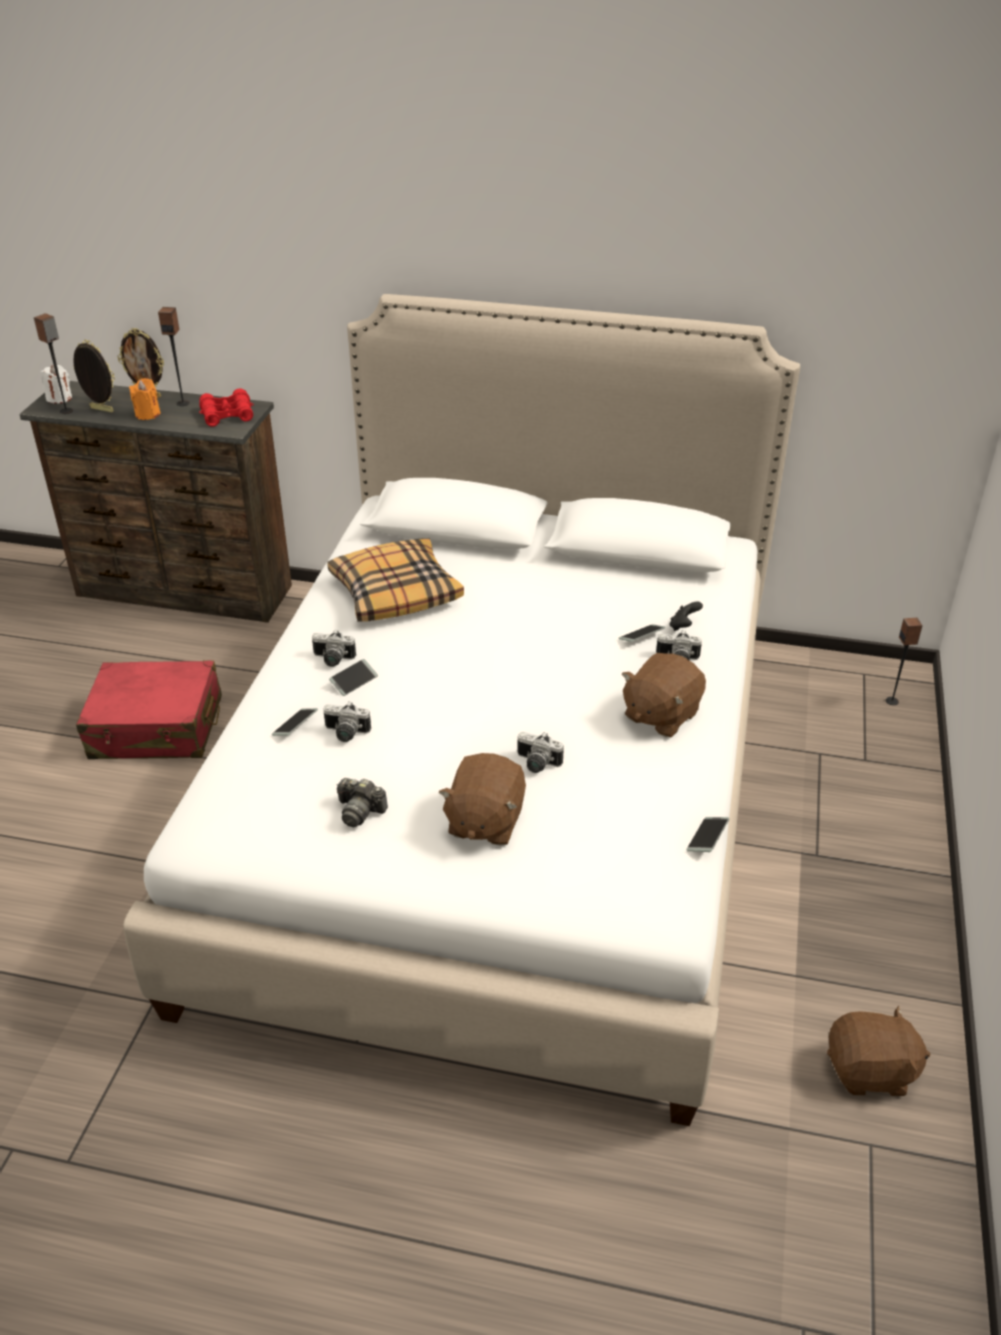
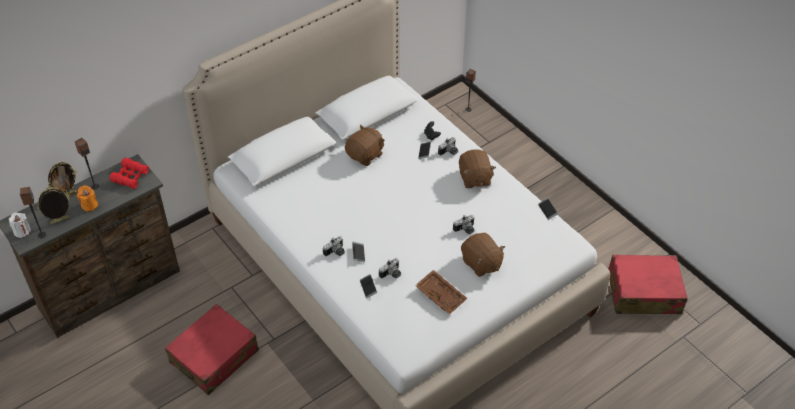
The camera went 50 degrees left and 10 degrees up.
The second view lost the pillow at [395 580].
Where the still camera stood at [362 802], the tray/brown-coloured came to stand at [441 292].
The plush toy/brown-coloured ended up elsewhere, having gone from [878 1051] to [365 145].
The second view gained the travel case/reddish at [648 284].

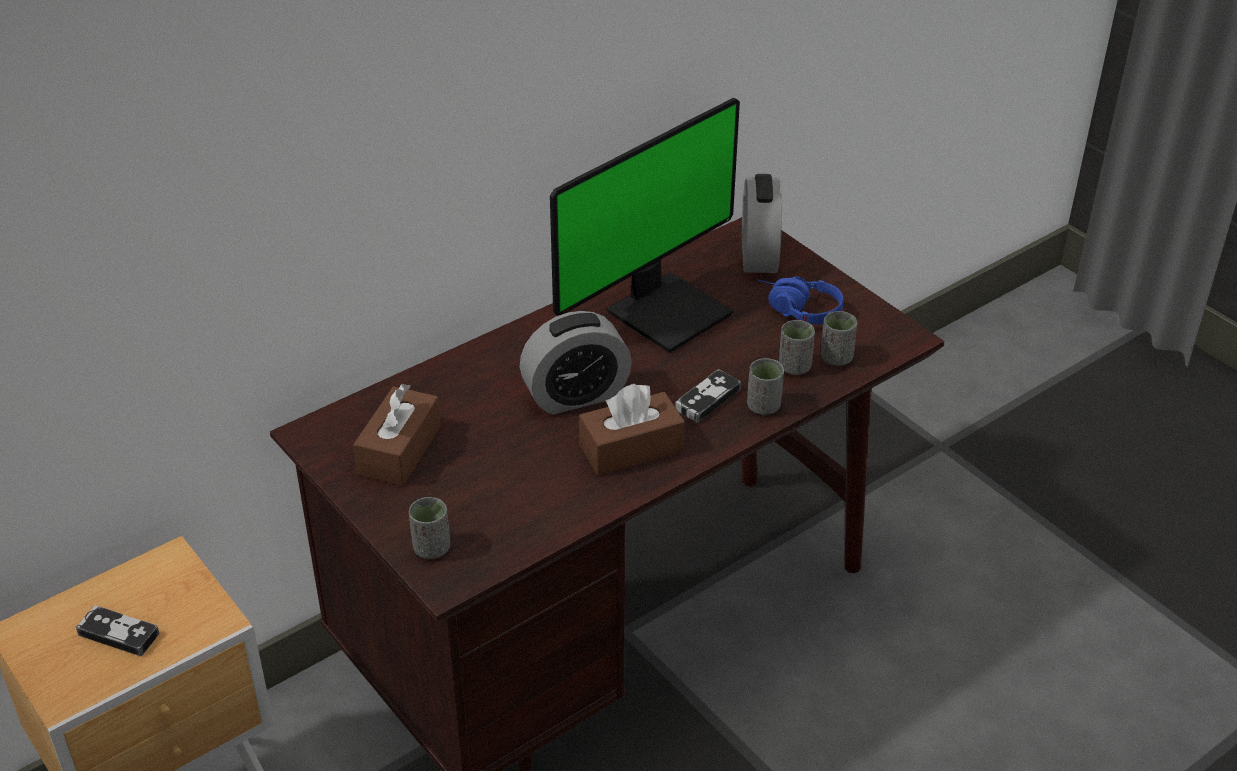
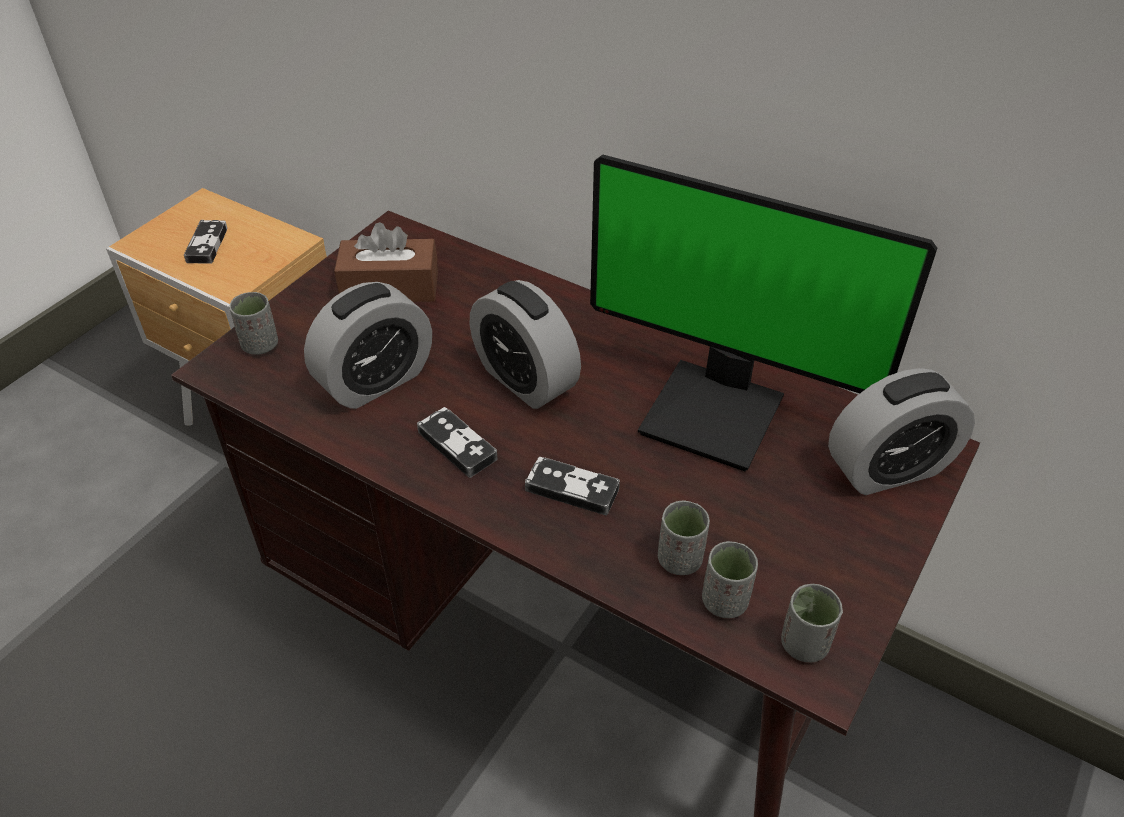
The camera went 70 degrees right and 5 degrees up.
The second view lost the headset/blue-coloured at [800 301].
The drinking cup/grey ended up elsewhere, having gone from [765 386] to [812 623].
Where the tissue box/brown-coloured stood at [632 429], the joypad came to stand at [457 442].
The second view gained the table clock at [368 345].

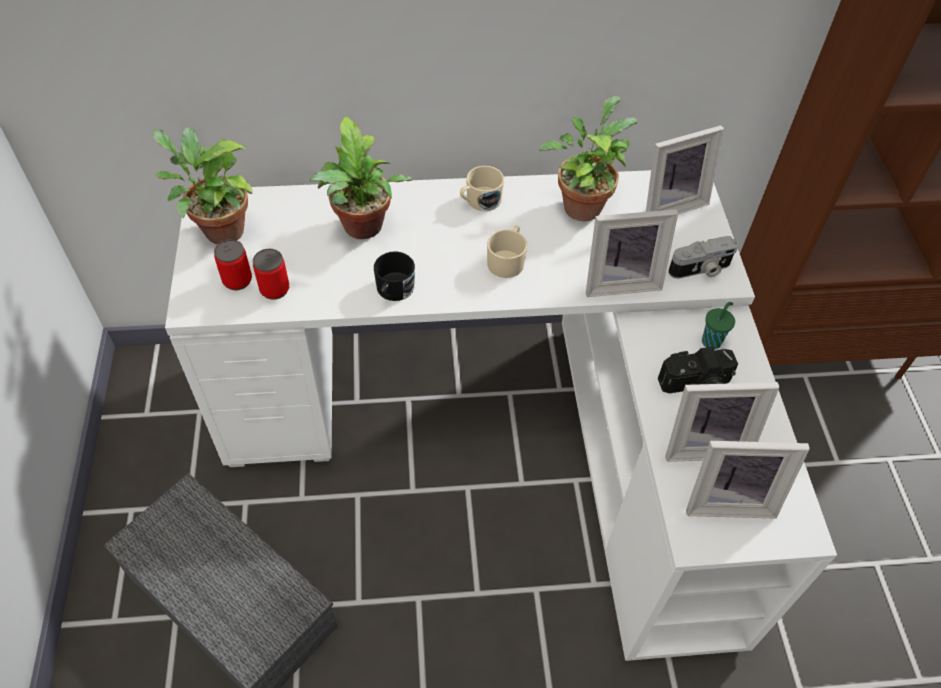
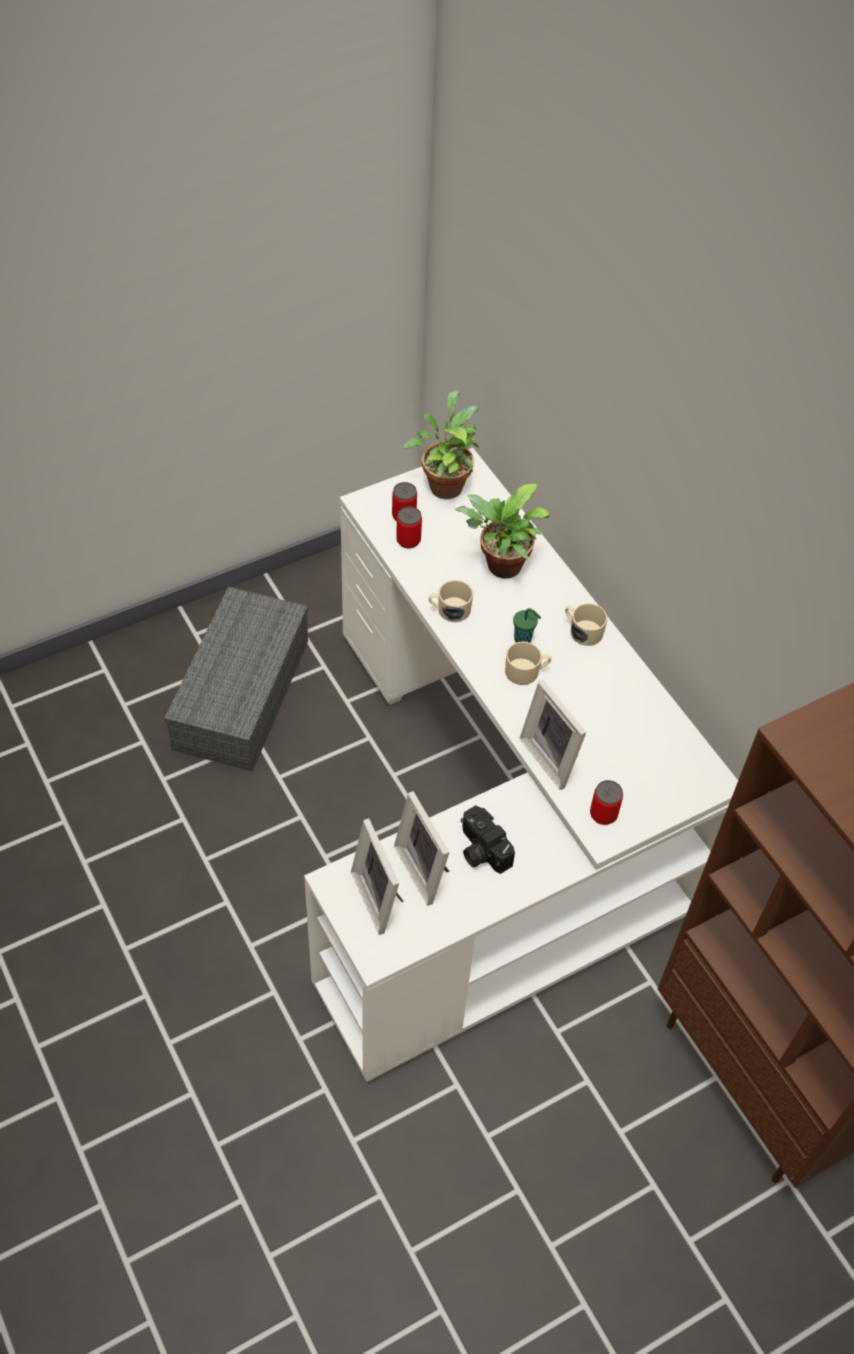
The camera went 65 degrees right and 0 degrees up.
The second view lost the plant in a pot at [588 158].
The second view lost the photo frame at [685 169].
Where the still camera stood at [703 257], the metal can came to stand at [606 802].
What was the tea mug/black-coloured at [394 276] turned into the tea mug/sand-coloured at [451 601].
The drinking cup/green ended up elsewhere, having gone from [718 326] to [527 625].

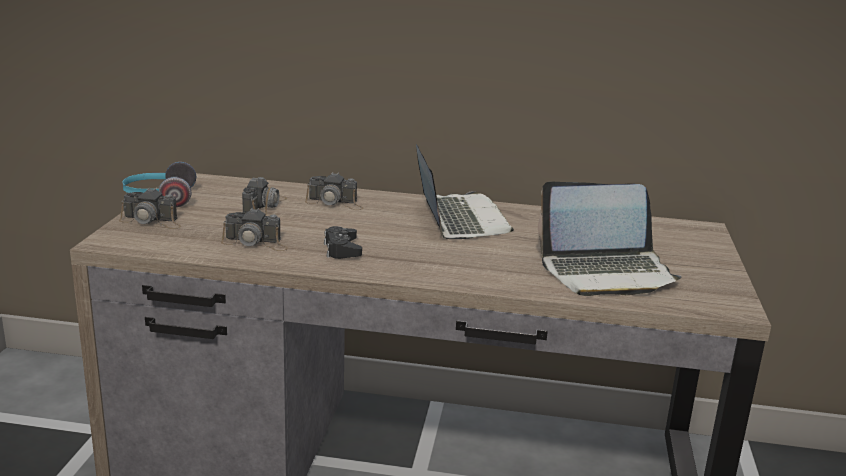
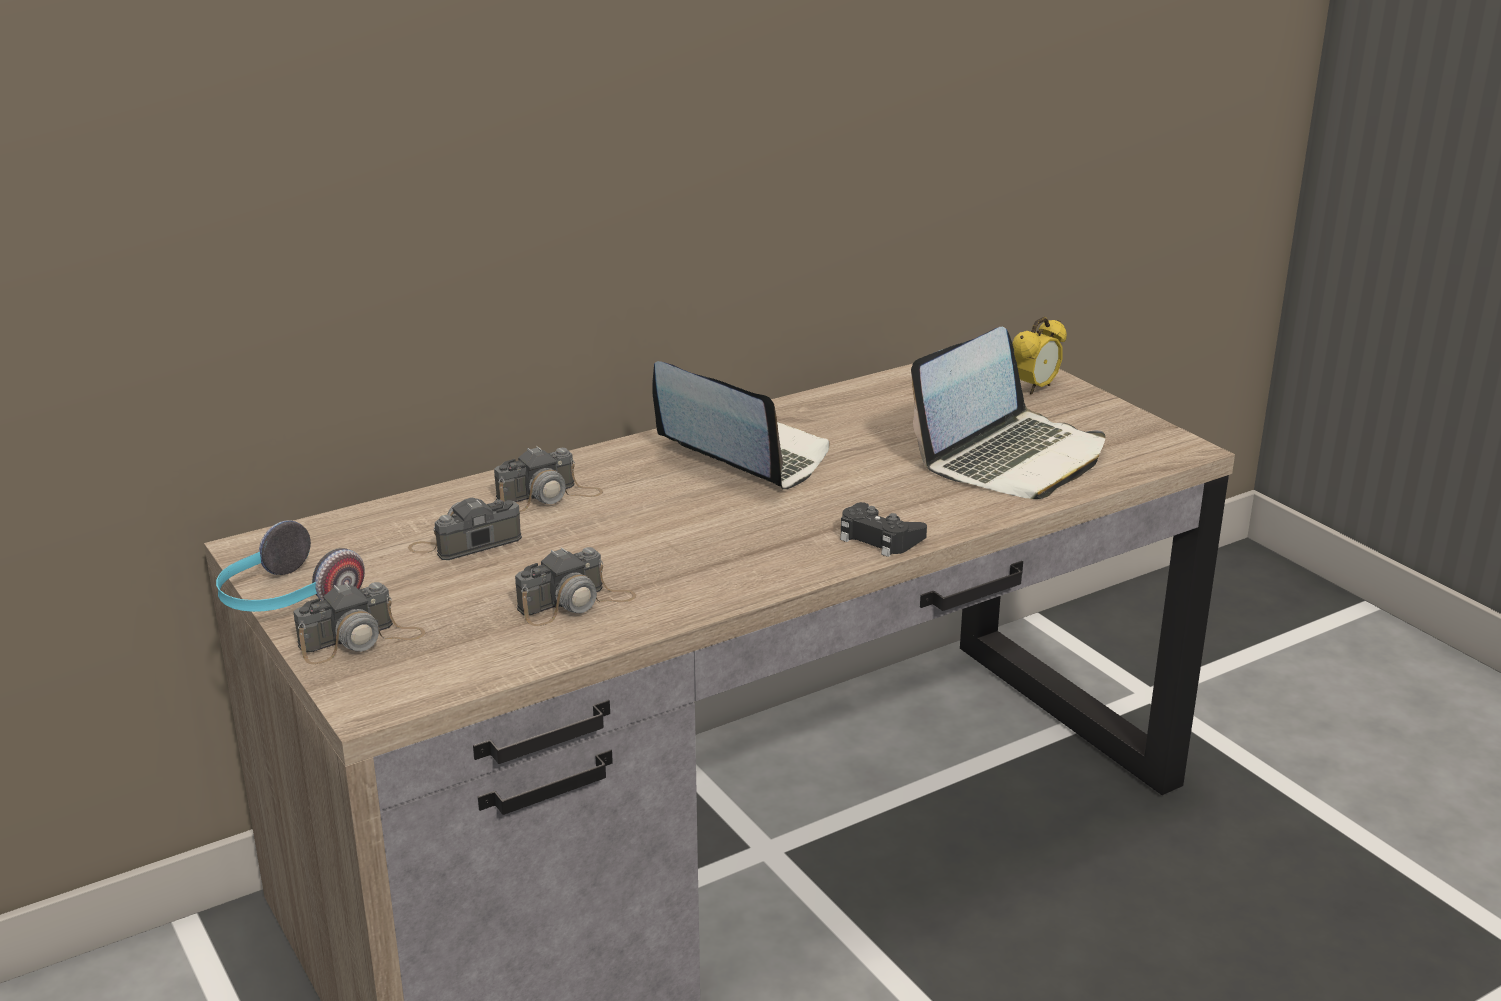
The camera went 40 degrees left and 5 degrees up.
The still camera at [264 196] ended up facing another way, 90 degrees counterclockwise from before.
The joypad/black-coloured ended up elsewhere, having gone from [343 242] to [883 529].
The second view gained the table clock at [1039 355].

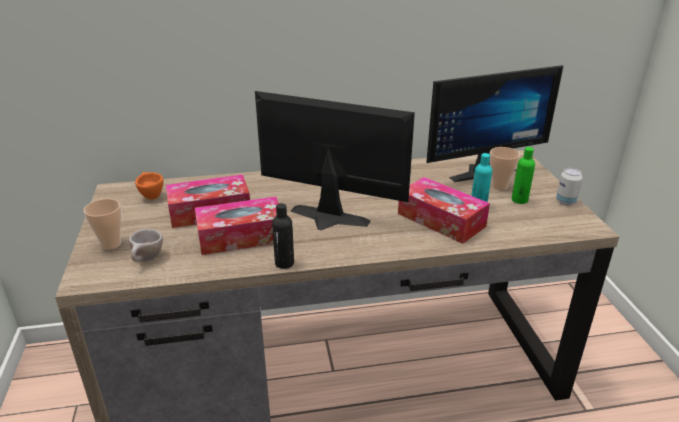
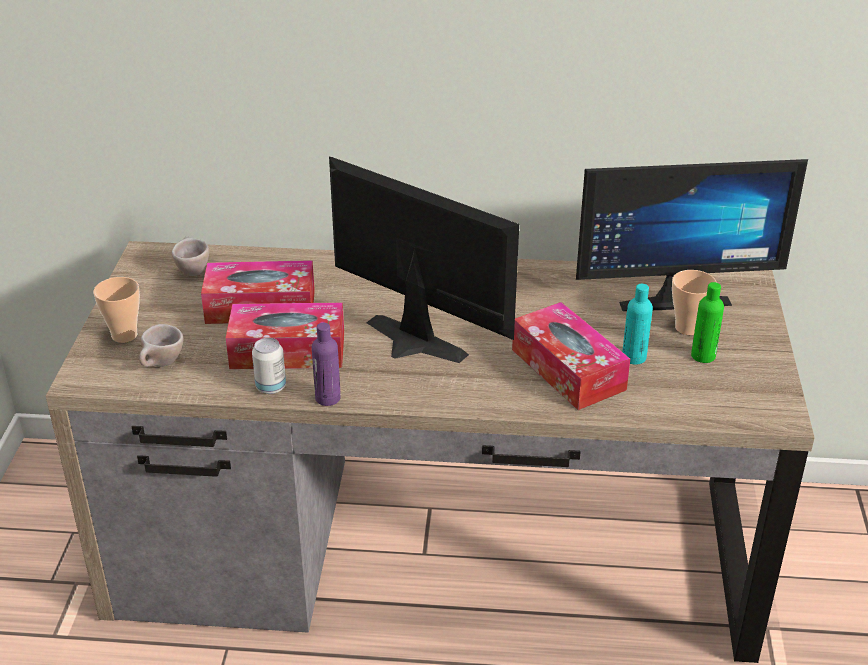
The camera went 15 degrees right and 5 degrees up.
The metal can ended up elsewhere, having gone from [569 186] to [269 366].
What was the drinking cup/orangey at [149 186] turned into the drinking cup/sand-coloured at [190 256].
What was the drink bottle/black-coloured at [283 236] turned into the drink bottle/purplish at [326 364].

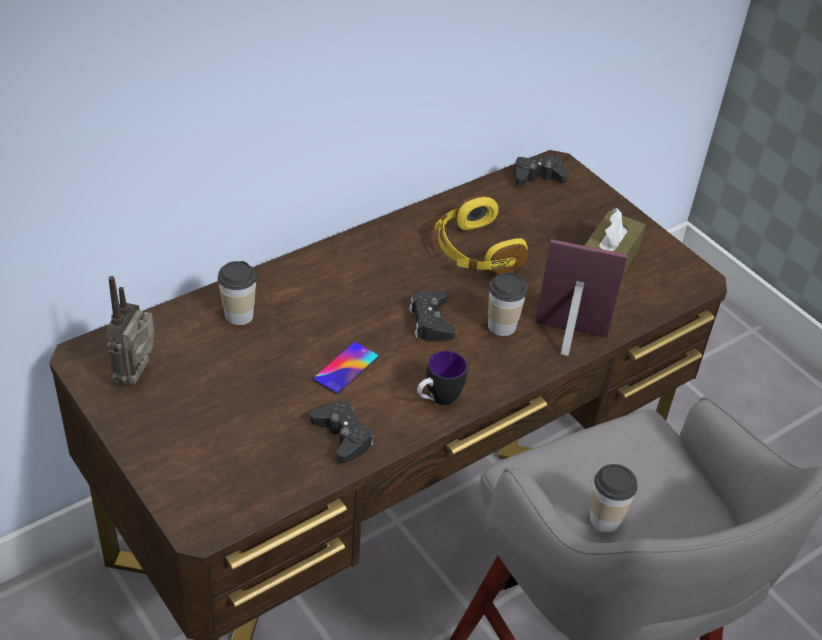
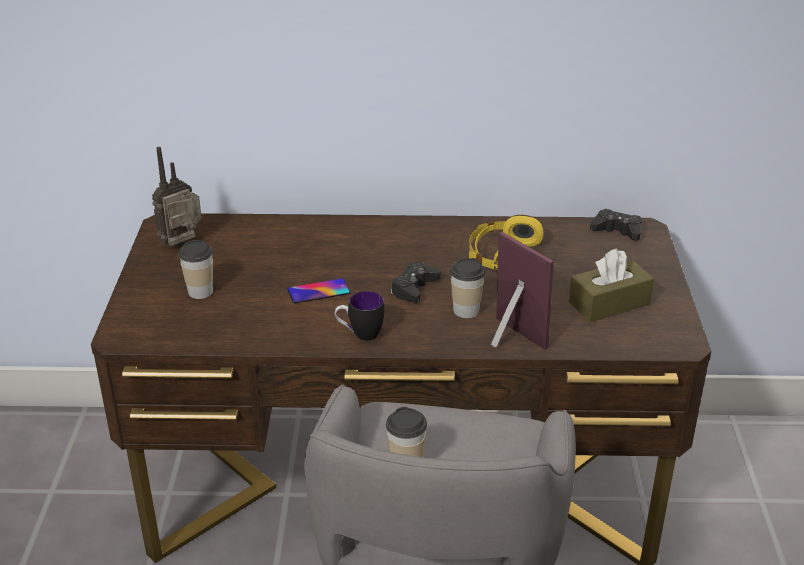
The camera went 40 degrees right and 10 degrees down.
The drinking cup ended up elsewhere, having gone from [237 293] to [196 269].
The second view lost the joypad/black-coloured at [341 432].

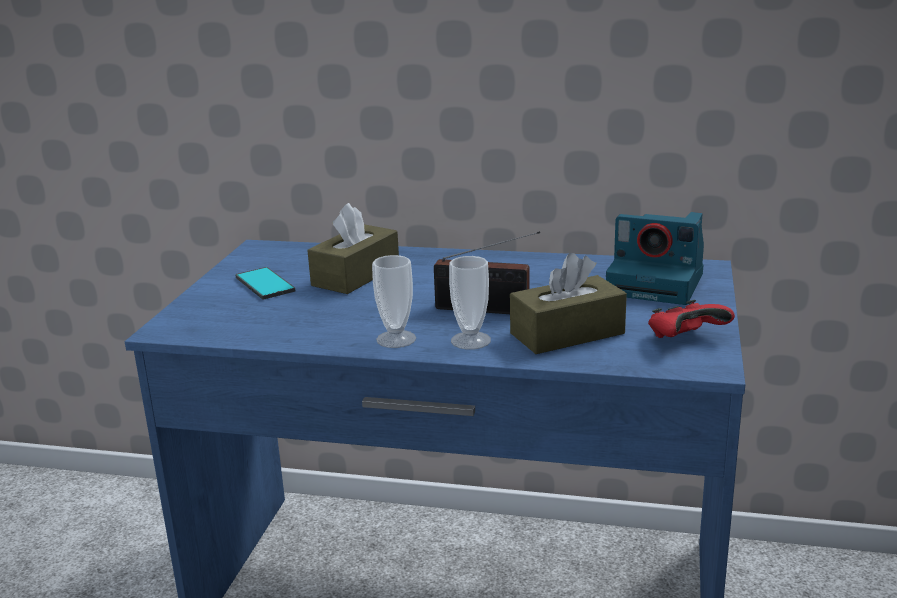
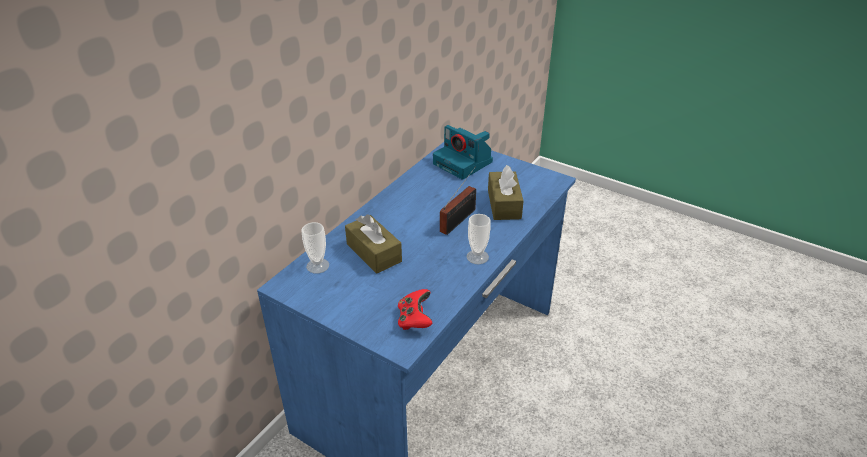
The camera went 70 degrees left and 15 degrees up.
The still camera at [655 258] ended up facing another way, 90 degrees clockwise from before.
The drinking cup ended up elsewhere, having gone from [470 303] to [315 248].
The second view lost the telephone at [265 283].
The joypad/reddish ended up elsewhere, having gone from [691 319] to [415 309].

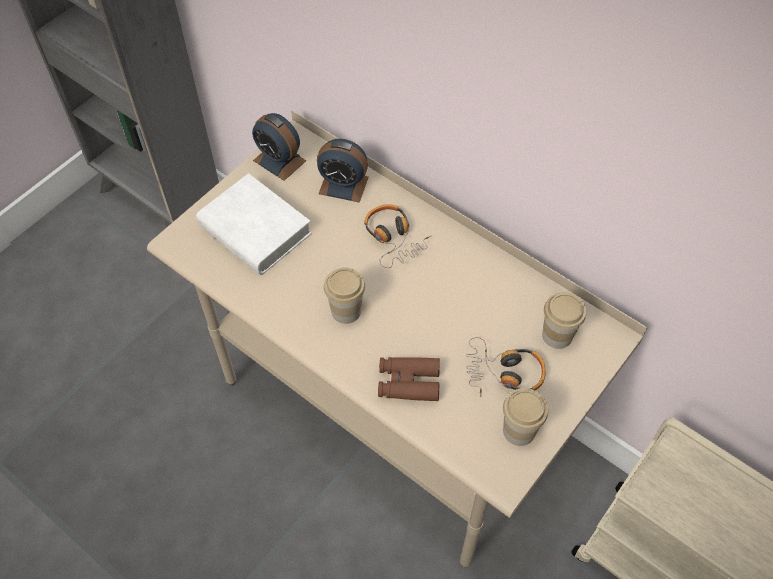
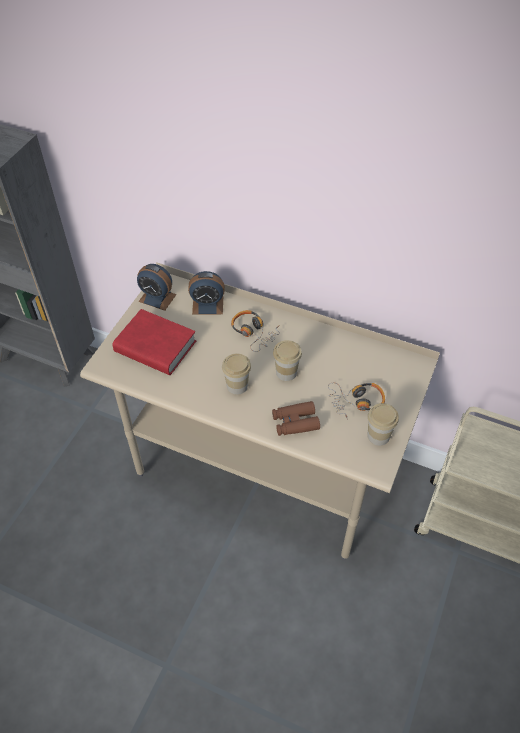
The camera went 15 degrees left and 5 degrees down.
What was the volume/white at [254 224] turned into the volume/reddish at [154 342].
The drinking cup ended up elsewhere, having gone from [564 320] to [287 360].

